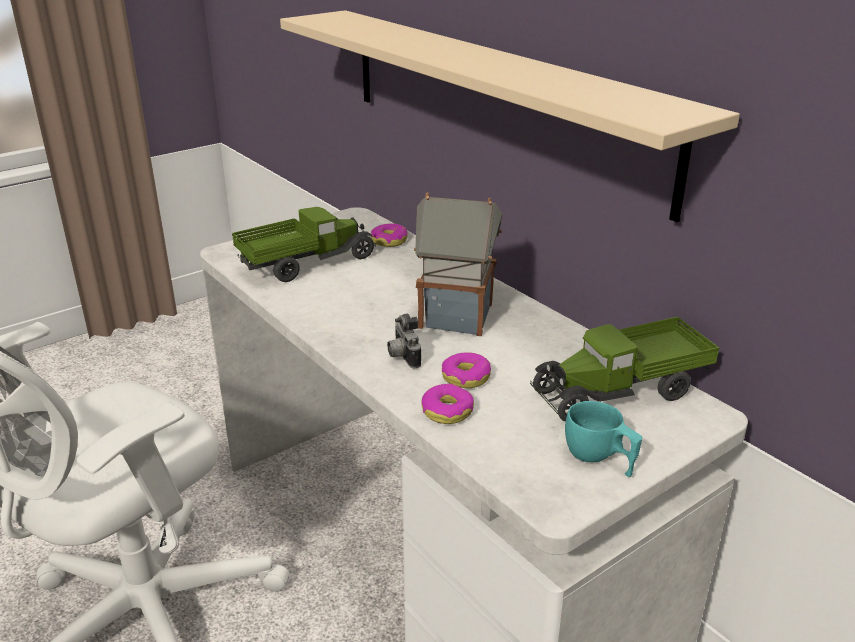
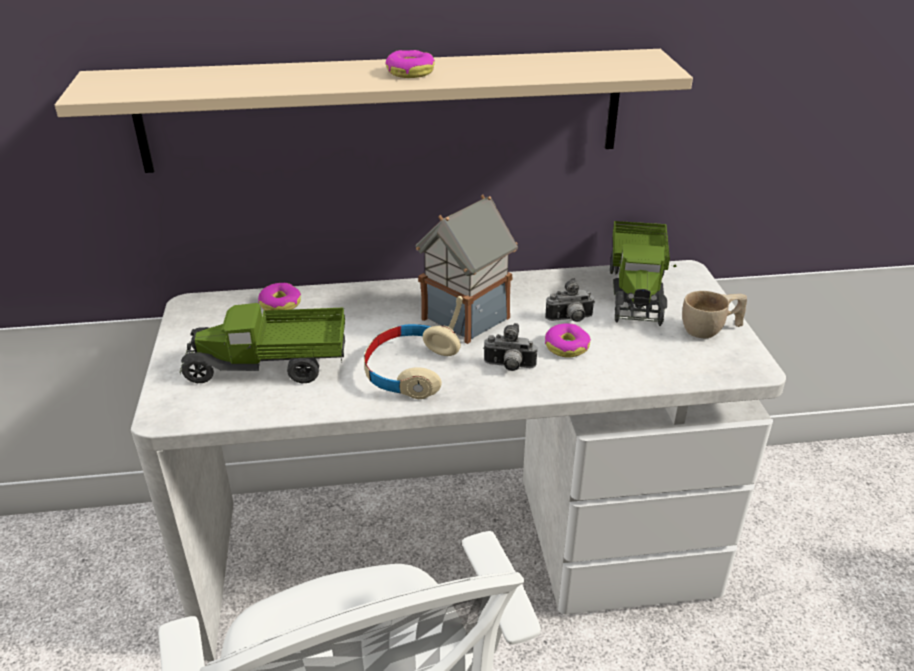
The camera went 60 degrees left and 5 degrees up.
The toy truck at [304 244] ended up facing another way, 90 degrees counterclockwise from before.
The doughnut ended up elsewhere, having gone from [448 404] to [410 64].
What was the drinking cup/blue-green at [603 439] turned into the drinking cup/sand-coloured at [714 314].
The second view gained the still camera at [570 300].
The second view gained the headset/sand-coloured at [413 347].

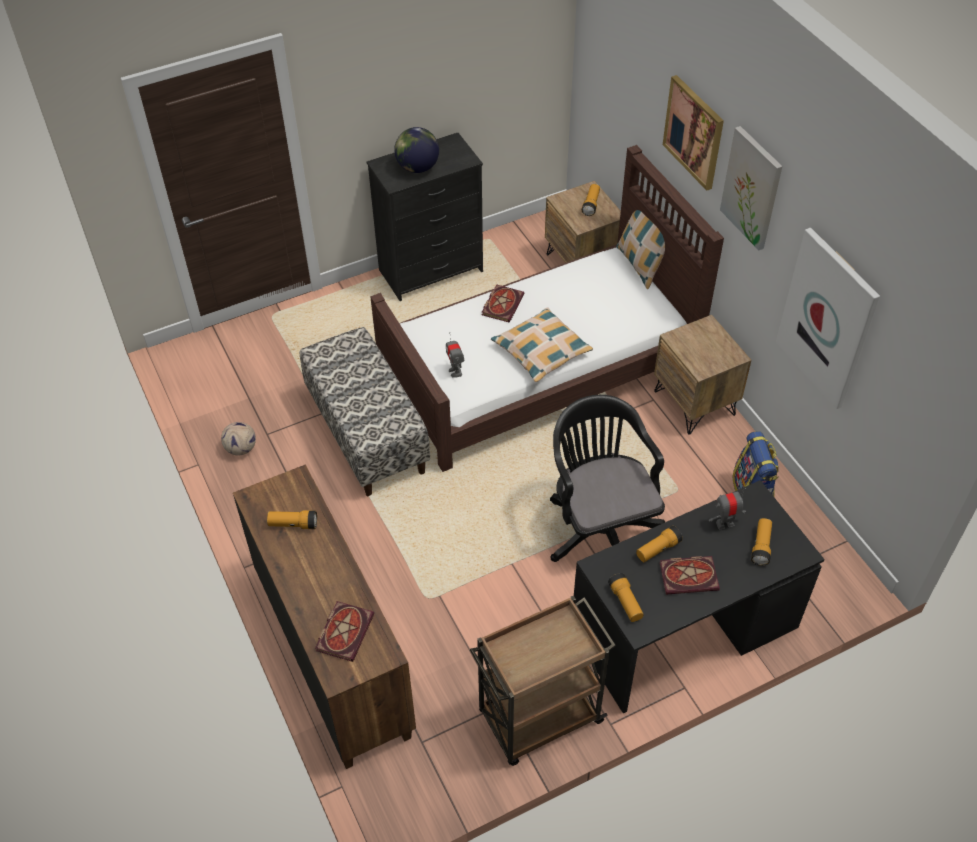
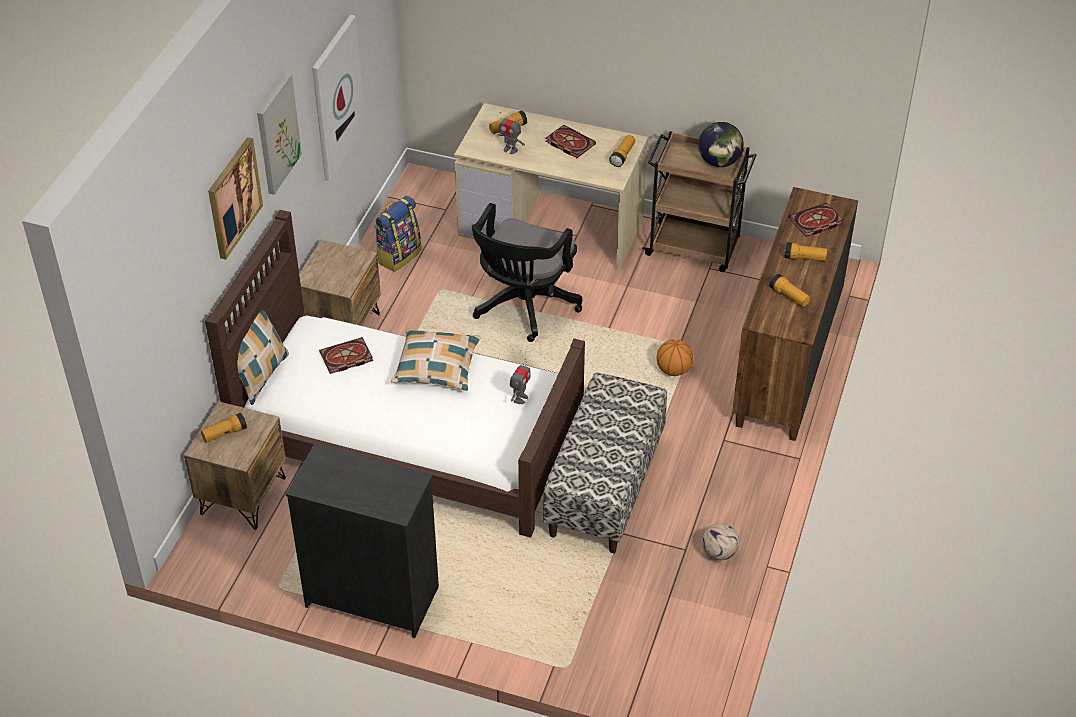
The camera went 135 degrees left and 5 degrees down.
The desk globe ended up elsewhere, having gone from [416 150] to [721 144].
The volume ended up elsewhere, having gone from [503 303] to [346 355].
What was the desk unit/black-coloured at [699 597] turned into the desk unit/sand-coloured at [551 187].
The flashlight ended up elsewhere, having gone from [659 544] to [805 251].
The second view gained the basketball at [675 357].

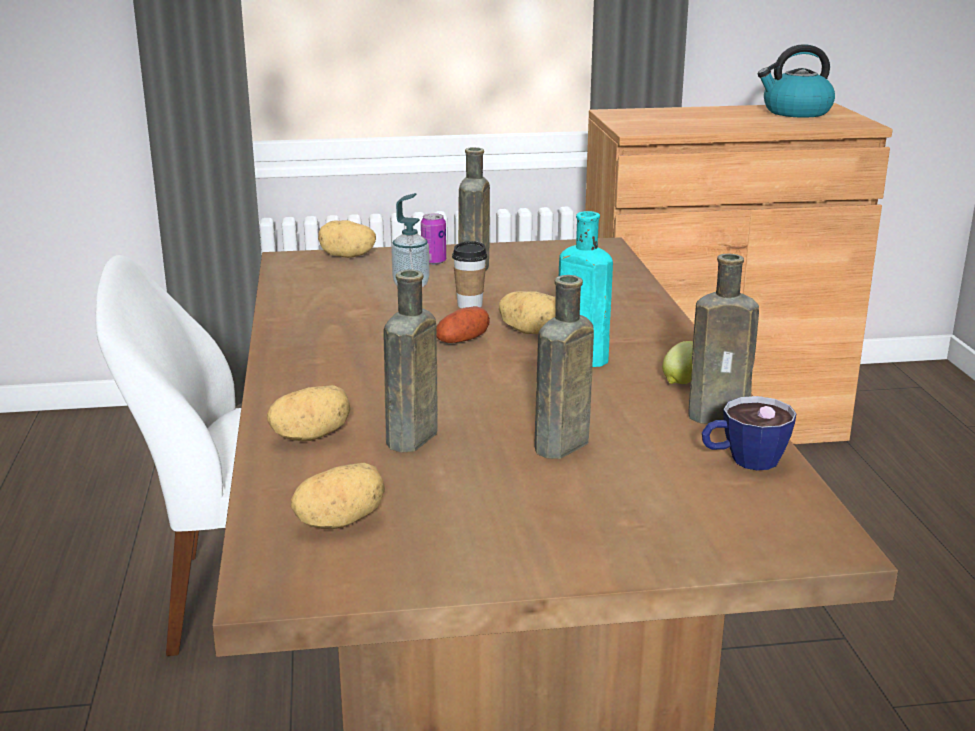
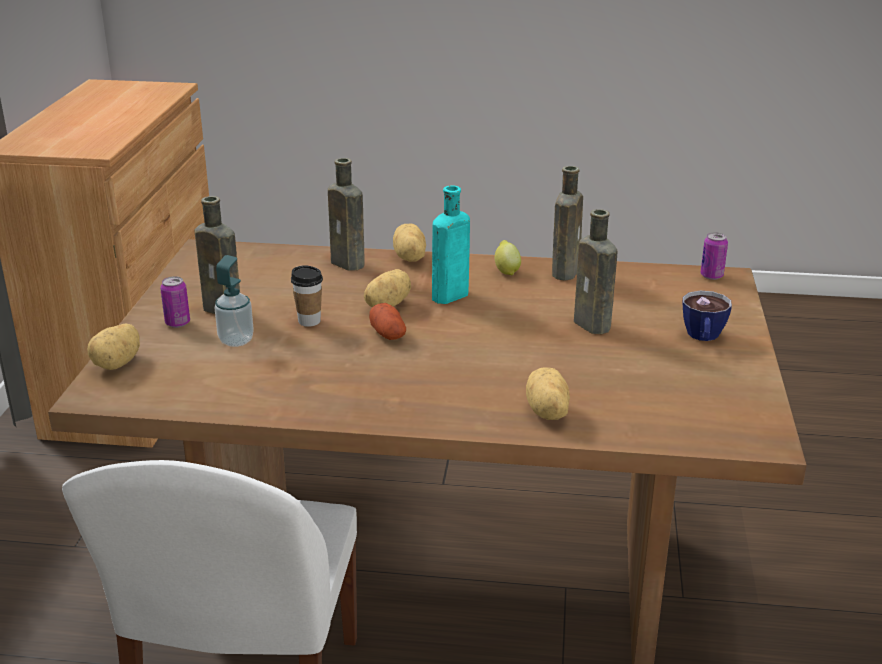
The camera went 75 degrees left and 5 degrees up.
The second view lost the water kettle at [796 81].
The drink bottle/brown-coloured ended up elsewhere, having gone from [410 361] to [346 214].
The drinking cup ended up elsewhere, having gone from [749 433] to [707 316].
The potato ended up elsewhere, having gone from [338 496] to [409 243].
The second view gained the metal can at [714 256].

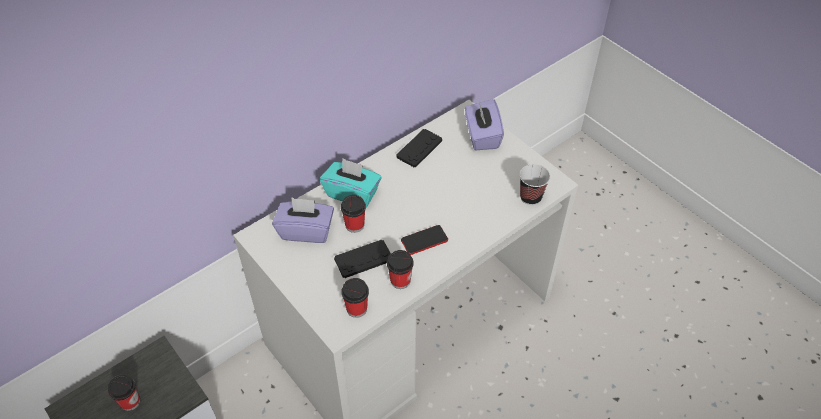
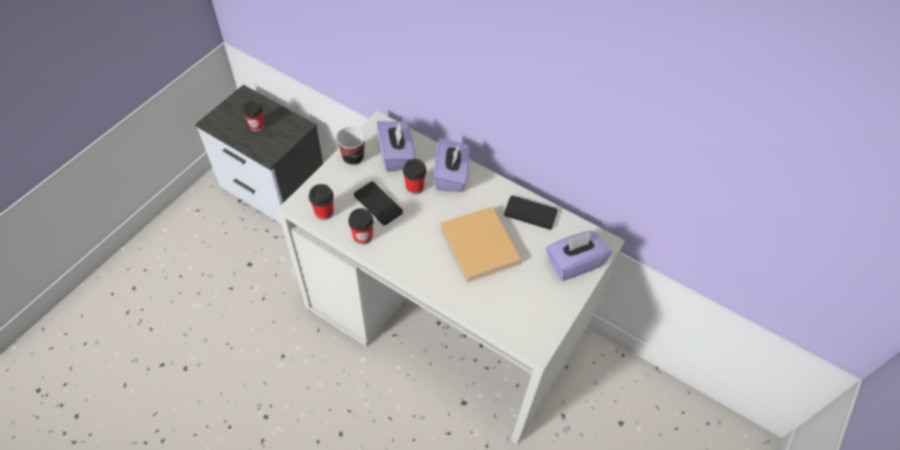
The camera went 70 degrees right and 5 degrees up.
What was the tissue box/blue-green at [351 183] turned into the tissue box/purplish at [452 165].
The drinking cup ended up elsewhere, having gone from [535 184] to [350 146].
The second view lost the telephone at [424 240].
The second view gained the volume/sand-coloured at [480 245].

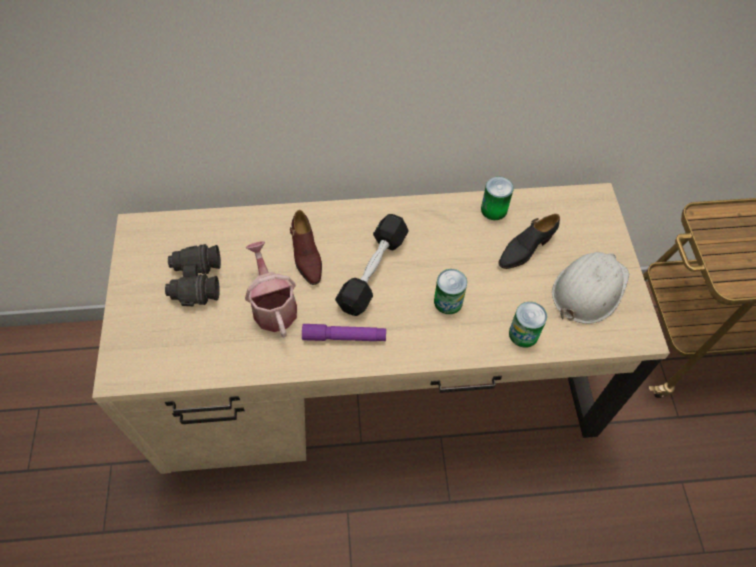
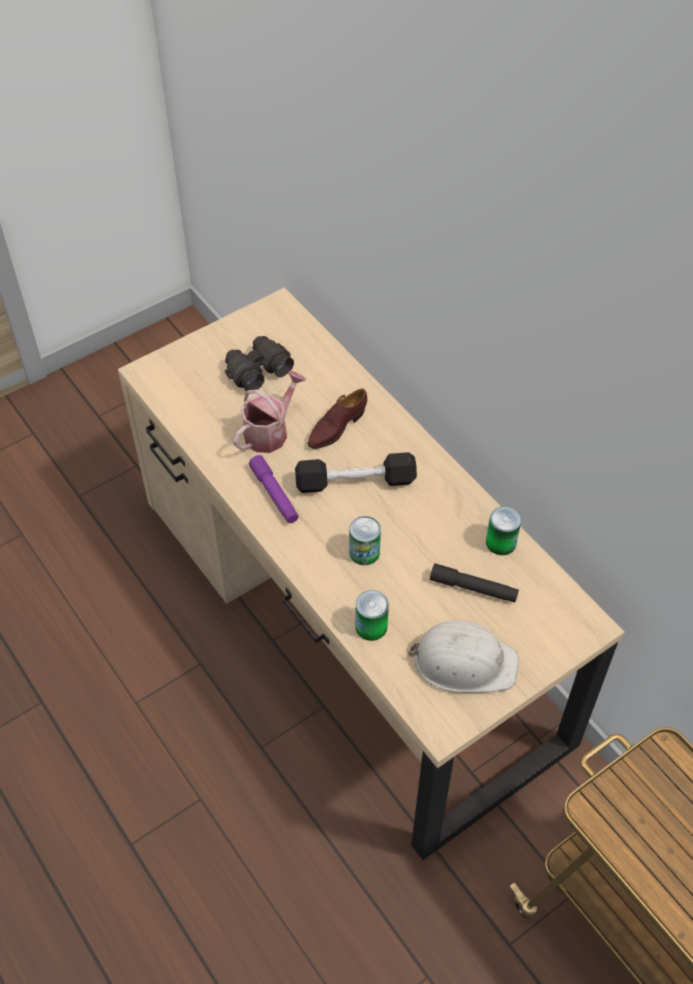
The camera went 60 degrees right and 5 degrees down.
Where the low shoe/black-coloured stood at [529 241], the flashlight/black-coloured came to stand at [474 582].

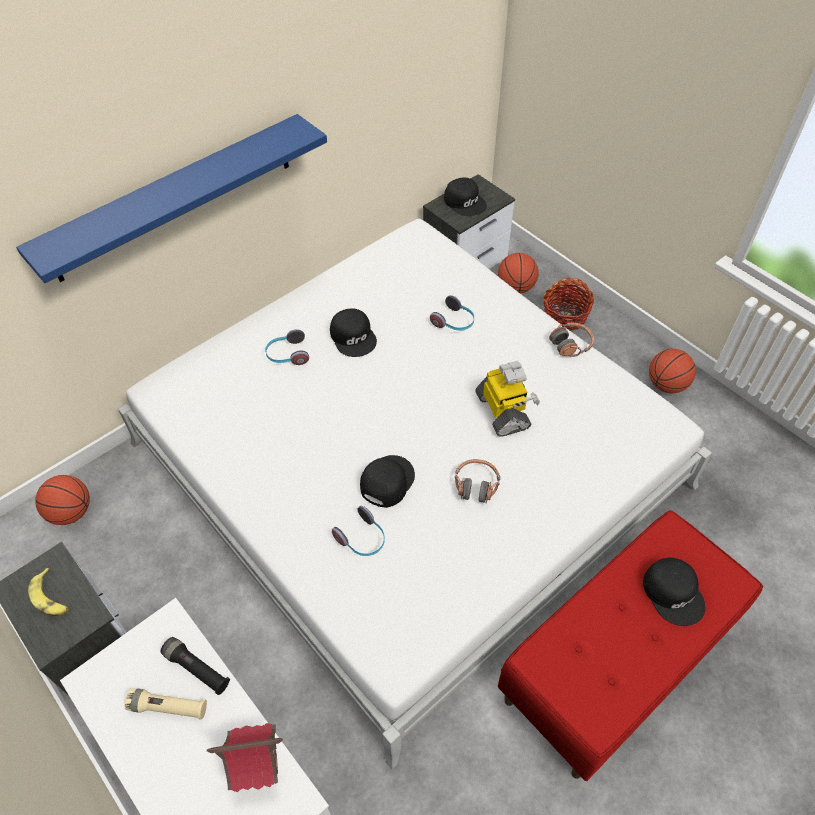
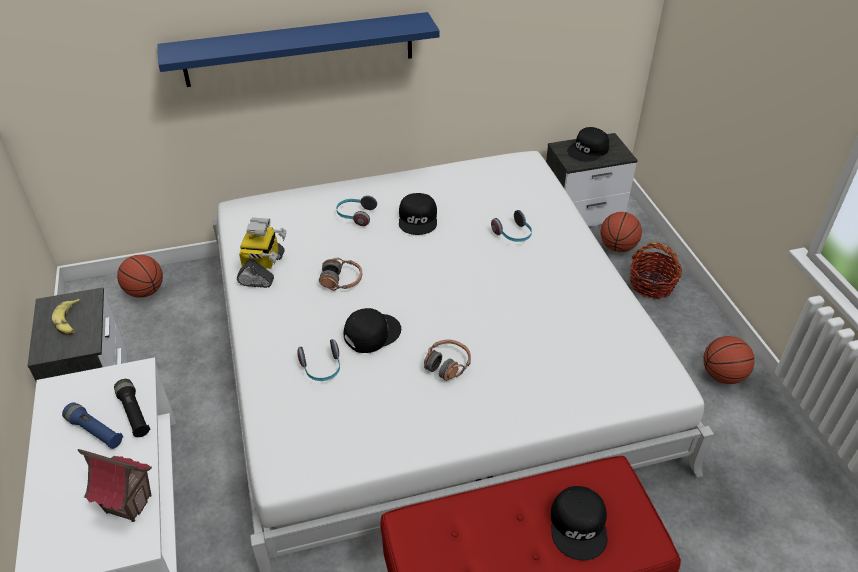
The camera went 25 degrees right and 10 degrees down.
The cap/black-coloured at [465 196] ended up facing another way, 60 degrees clockwise from before.
The headset ended up elsewhere, having gone from [571 339] to [340 274].
The robot figure ended up elsewhere, having gone from [507 399] to [262 252].
What was the flashlight/sand-coloured at [165 704] turned into the flashlight/blue-coloured at [92 425].

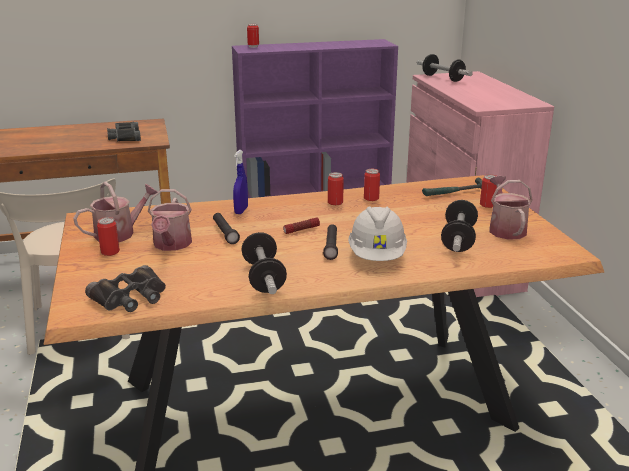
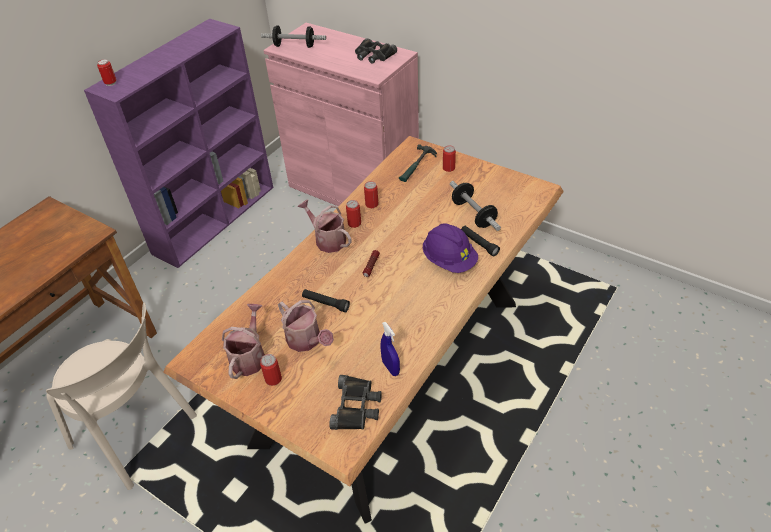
The camera went 40 degrees left and 20 degrees up.
The field glasses/black-coloured ended up elsewhere, having gone from [124 132] to [376 50].
The hand sprayer/blue-coloured ended up elsewhere, having gone from [240 182] to [390 349].
The watering can ended up elsewhere, having gone from [511 208] to [324 226].
What was the work helmet/white at [377 233] turned into the work helmet/purplish at [450 248].
The flashlight/black-coloured ended up elsewhere, having gone from [330 242] to [480 241].
The second view lost the hand weight at [264 263].

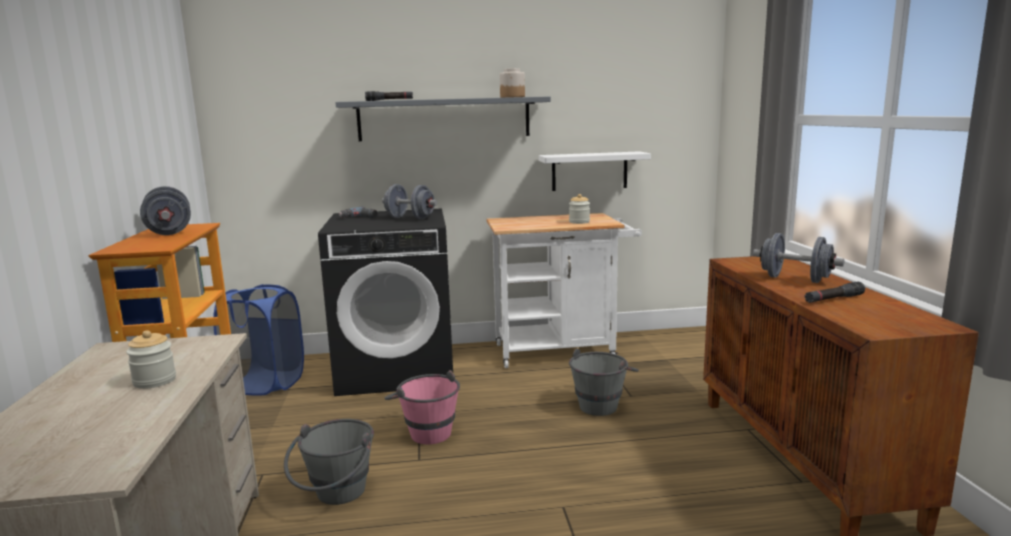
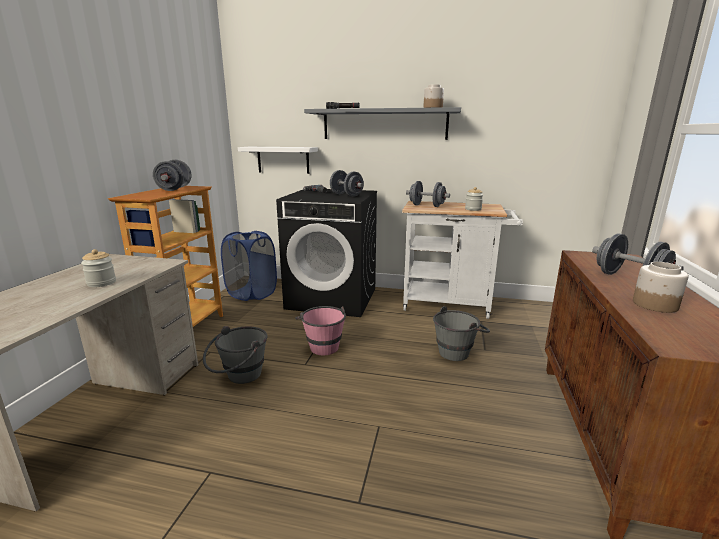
The camera went 20 degrees right and 5 degrees up.
The shelf/white ended up elsewhere, having gone from [595 171] to [278 160].
Where the flashlight/black-coloured stood at [834 292], the preserve jar came to stand at [661 287].
The second view gained the hand weight/grey at [428 194].

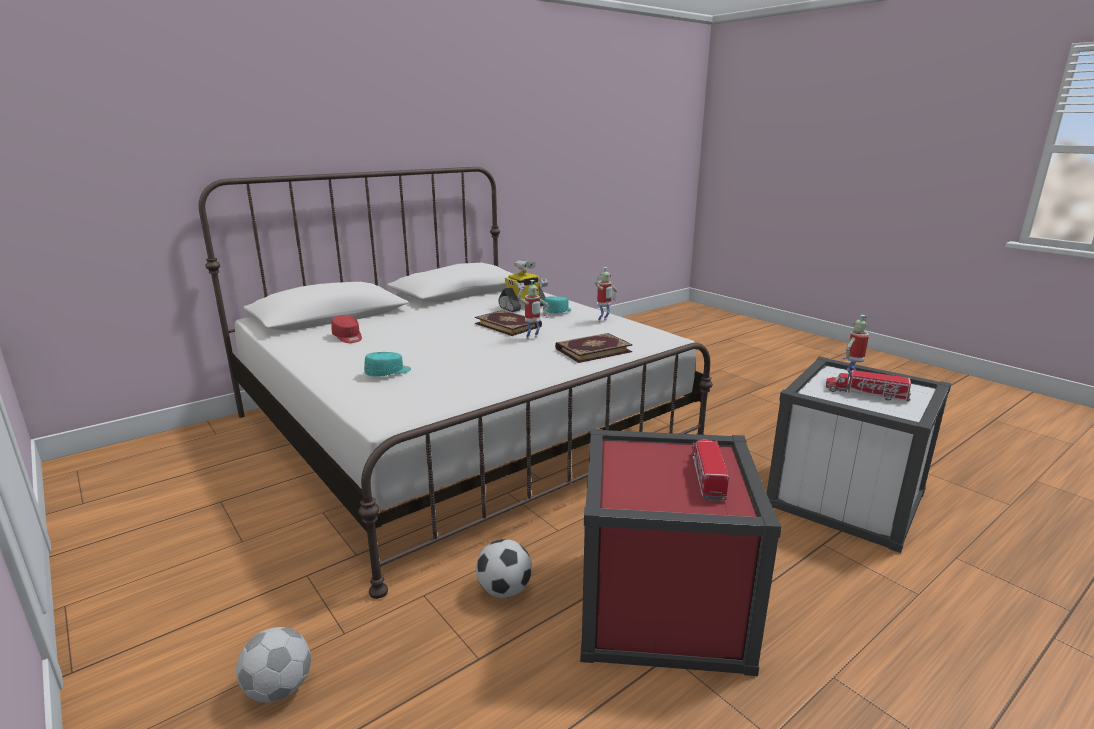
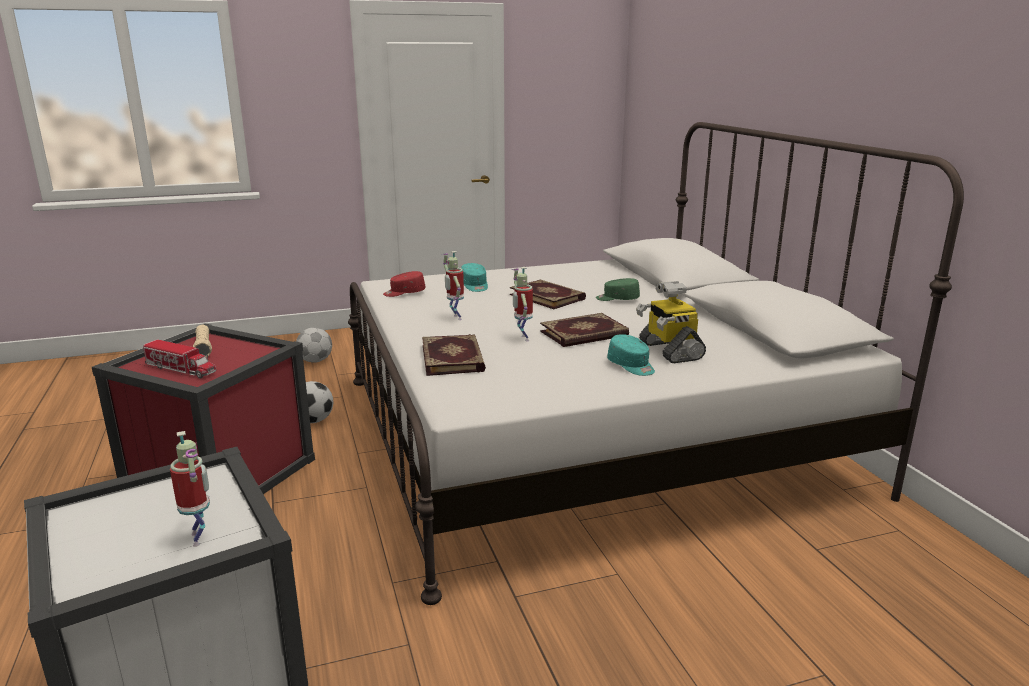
The camera went 110 degrees right and 0 degrees up.
The robot figure ended up elsewhere, having gone from [606 294] to [452 285].
The cap/reddish ended up elsewhere, having gone from [347 329] to [404 284].
The second view lost the toy truck at [868 385].
The second view gained the cap/green at [618 289].
The second view gained the volume at [548 294].
The second view gained the flashlight/sand-coloured at [202 341].

